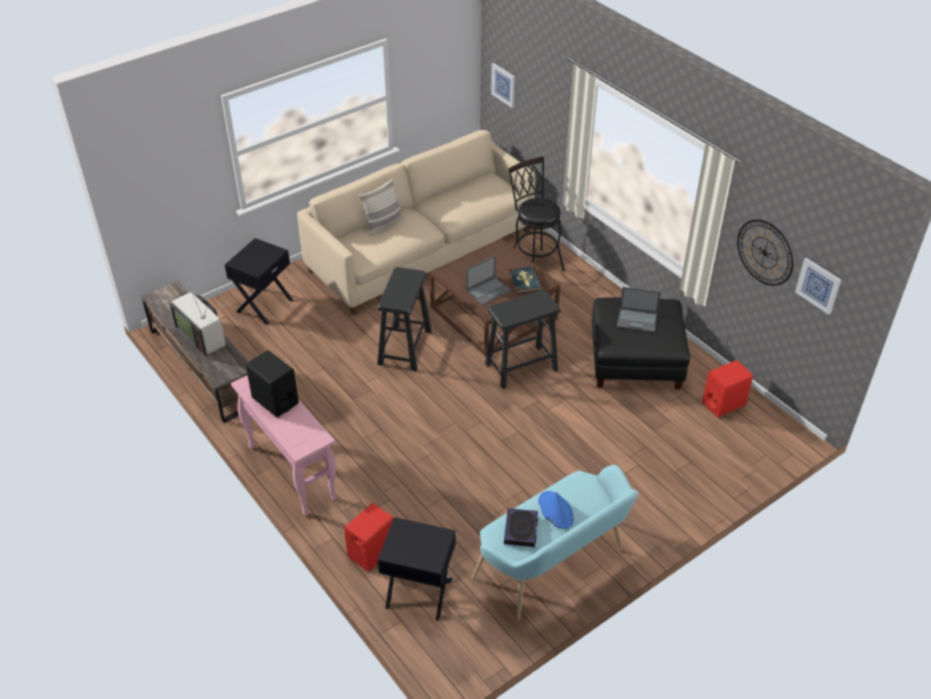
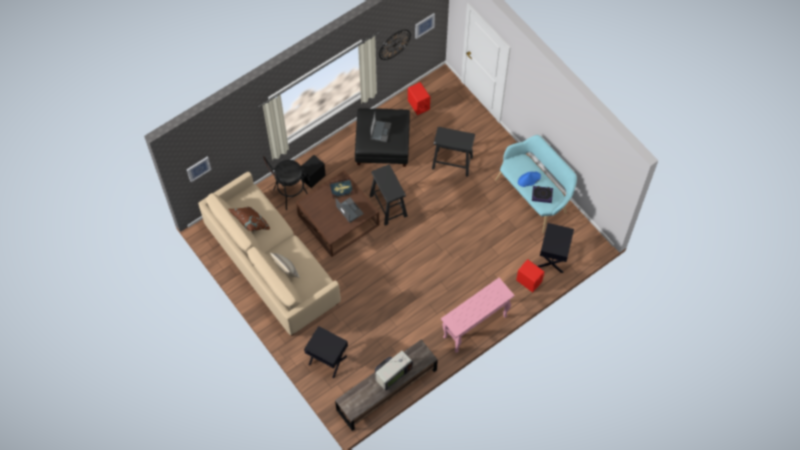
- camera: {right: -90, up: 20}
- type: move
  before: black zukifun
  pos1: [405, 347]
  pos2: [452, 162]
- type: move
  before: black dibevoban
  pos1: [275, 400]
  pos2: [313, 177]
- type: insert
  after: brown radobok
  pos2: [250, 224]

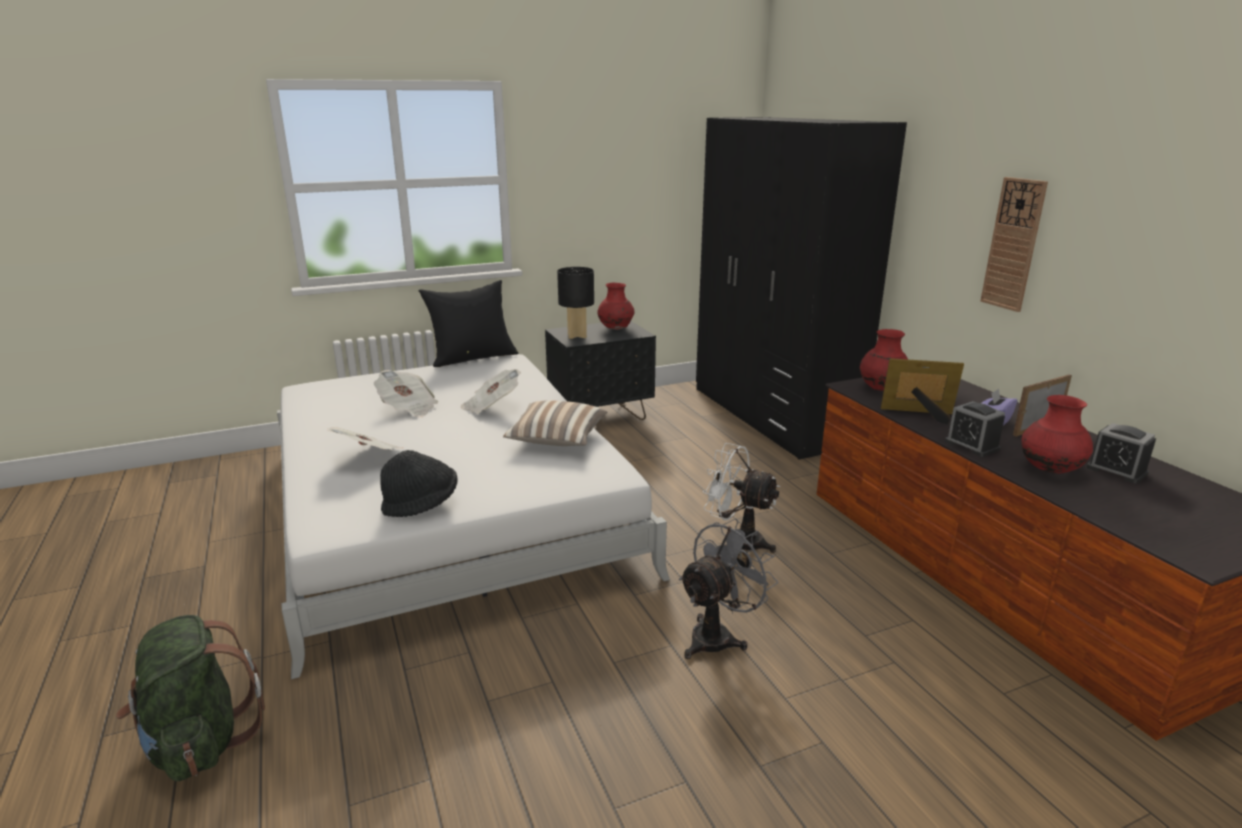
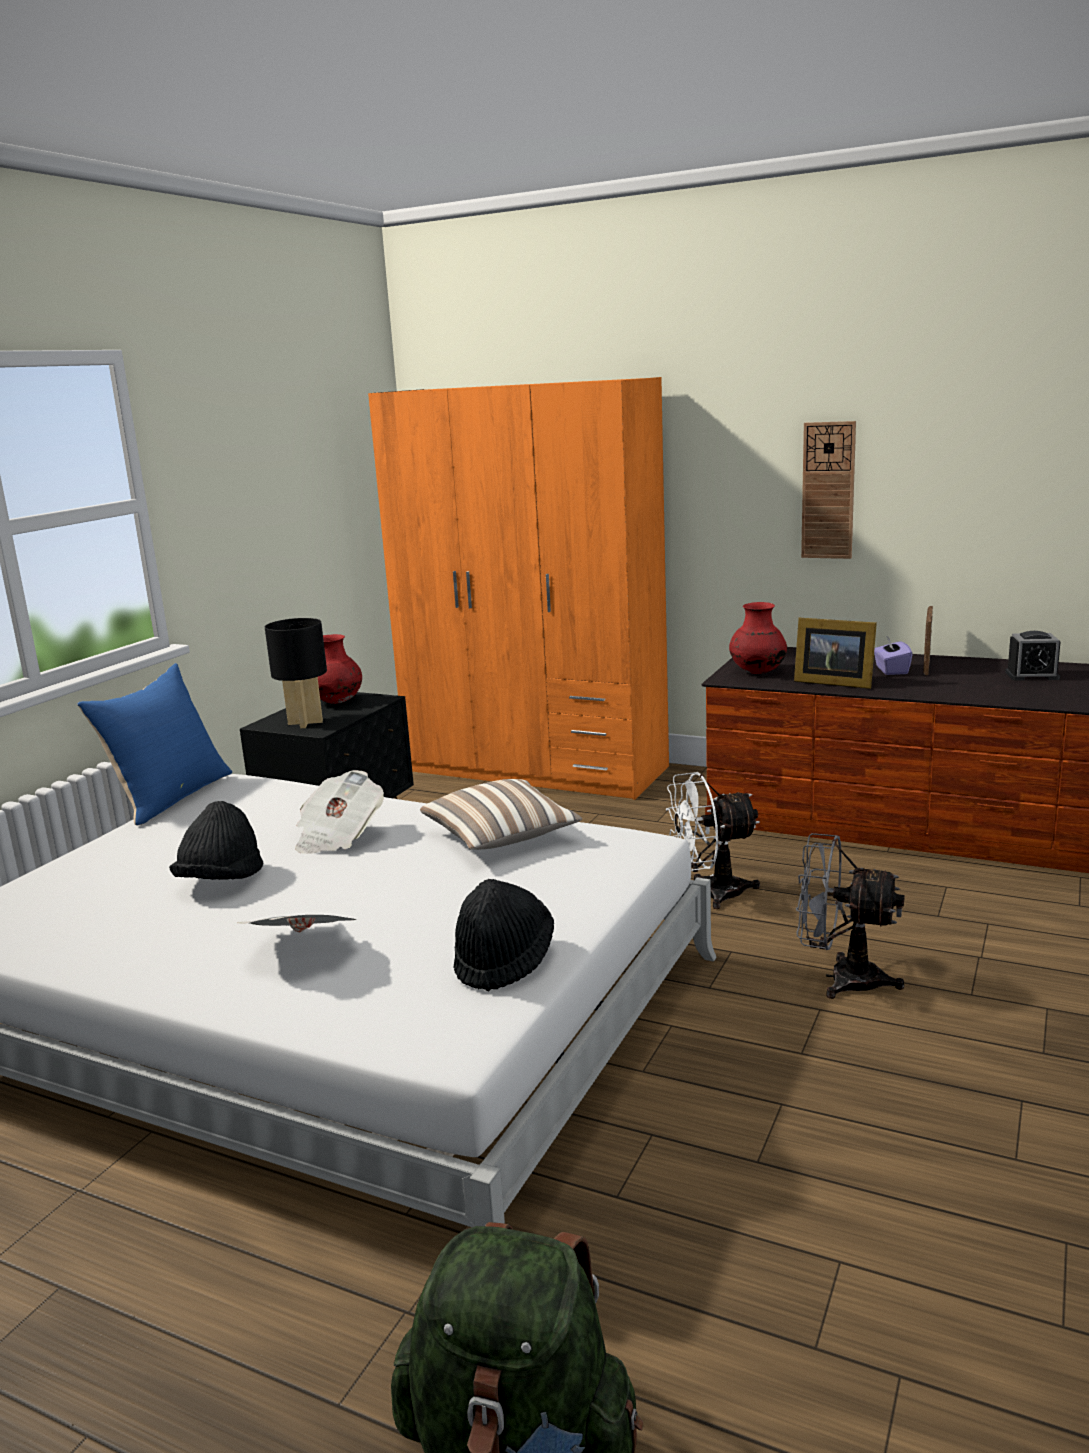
- camera: {right: -40, up: -5}
- type: recolor
  before: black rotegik
  after: orange rotegik
  pos1: [771, 416]
  pos2: [536, 769]
- type: recolor
  before: black radobok
  after: blue radobok
  pos1: [473, 357]
  pos2: [170, 797]
- type: rotate
  before: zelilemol
  pos1: [919, 414]
  pos2: [832, 682]
  turn: -120
- type: replace
  before: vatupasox
  after: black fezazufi
  pos1: [408, 408]
  pos2: [221, 881]
- type: delete
  before: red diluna
  pos1: [1050, 470]
- type: delete
  before: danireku
  pos1: [972, 445]
- type: rotate
  before: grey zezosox
  pos1: [718, 636]
  pos2: [841, 979]
  turn: -75

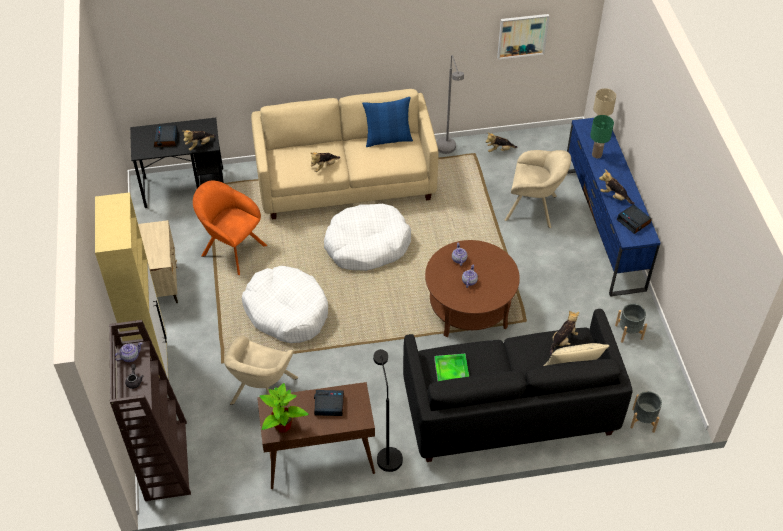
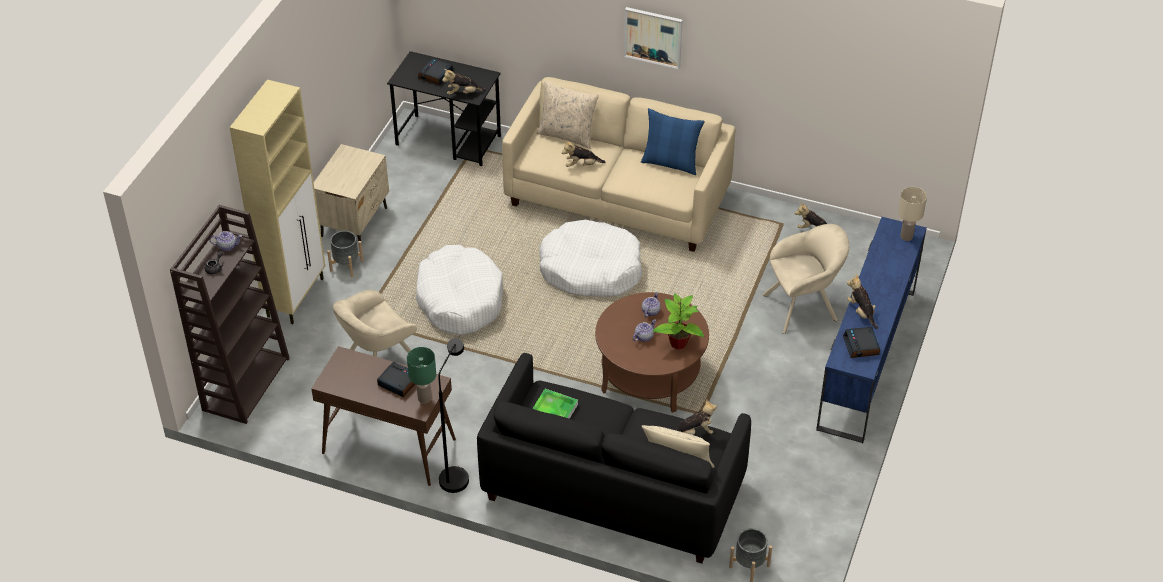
- camera: {right: 30, up: -5}
- type: move
  before: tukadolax
  pos1: [522, 35]
  pos2: [653, 37]
- type: delete
  before: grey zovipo
  pos1: [447, 150]
- type: move
  before: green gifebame
  pos1: [597, 154]
  pos2: [425, 398]
- type: rotate
  before: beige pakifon
  pos1: [534, 208]
  pos2: [804, 306]
  turn: -60
- type: delete
  before: orange pakifon
  pos1: [231, 249]
- type: move
  before: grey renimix
  pos1: [629, 332]
  pos2: [346, 266]
- type: move
  before: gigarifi
  pos1: [283, 426]
  pos2: [678, 343]
- type: insert
  after: beige radobok
  pos2: [567, 135]

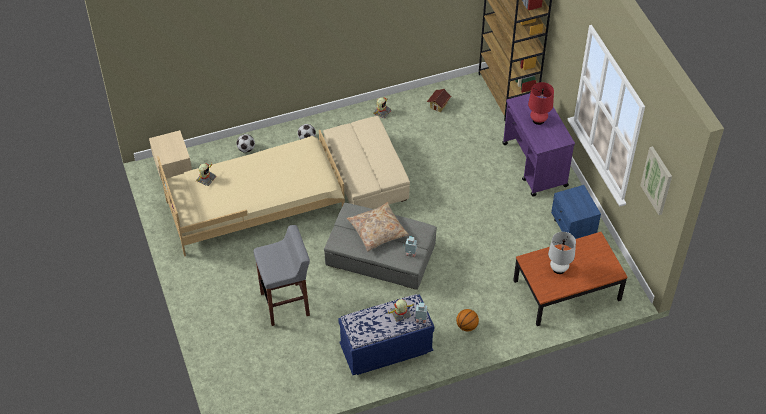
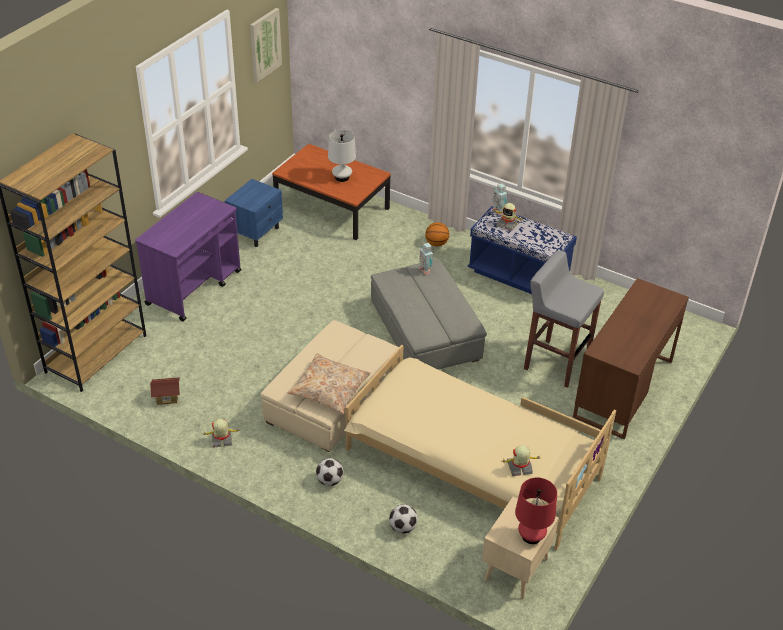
- camera: {right: -130, up: -10}
- type: move
  before: red gifebame
  pos1: [538, 120]
  pos2: [531, 536]
- type: move
  before: beige radobok
  pos1: [377, 231]
  pos2: [329, 390]
- type: insert
  after: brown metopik
  pos2: [623, 388]

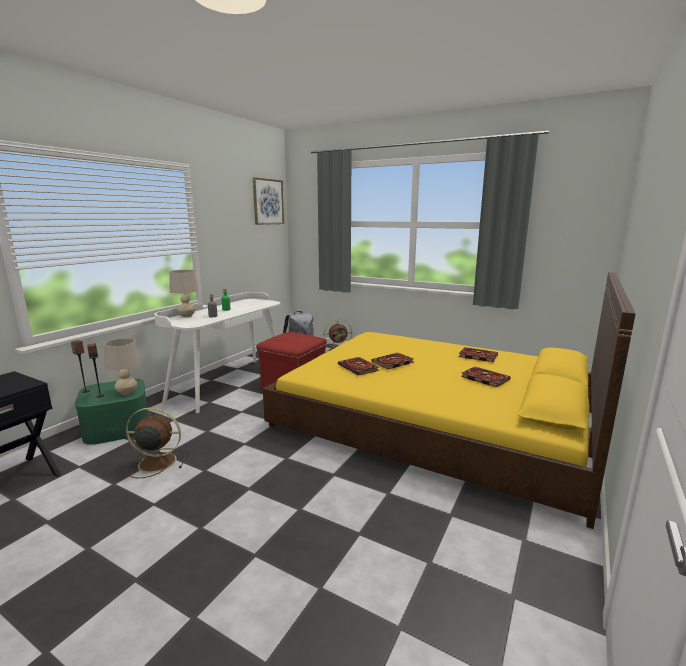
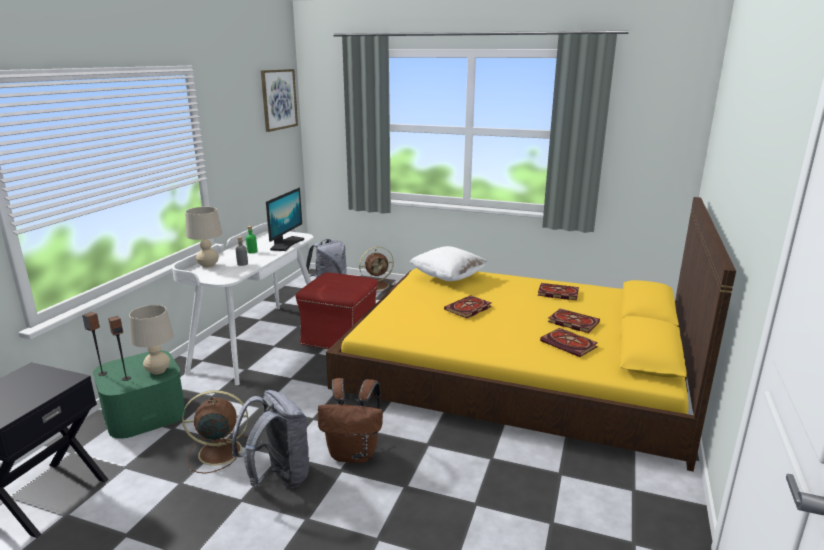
- camera: {right: -10, up: 5}
- type: move
  before: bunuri
  pos1: [359, 368]
  pos2: [570, 344]
- type: insert
  after: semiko
  pos2: [286, 244]
- type: insert
  after: white radobok
  pos2: [448, 277]
- type: insert
  after: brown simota
  pos2: [354, 453]
- type: insert
  after: grey simota
  pos2: [278, 477]

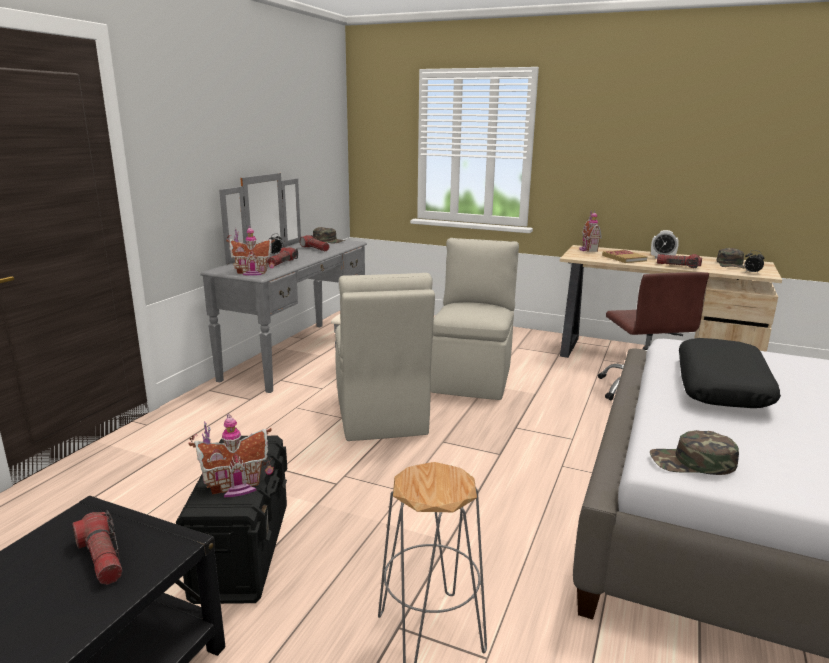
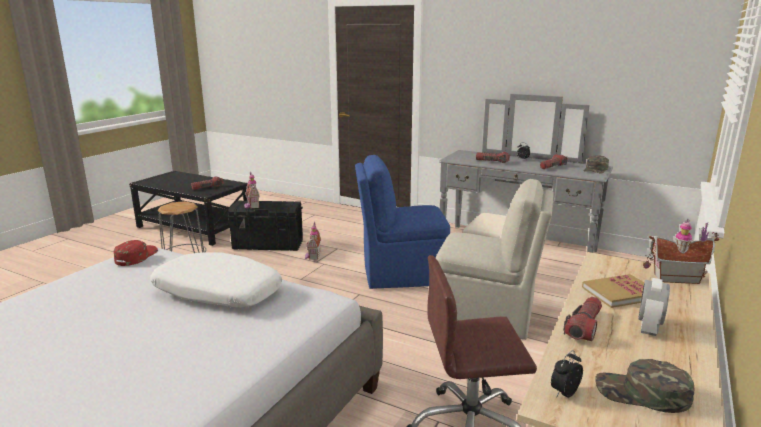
- camera: {right: 95, up: 0}
- type: move
  before: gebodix
  pos1: [252, 273]
  pos2: [312, 256]
- type: recolor
  before: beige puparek
  after: blue puparek
  pos1: [380, 416]
  pos2: [402, 274]
- type: recolor
  before: black radobok
  after: white radobok
  pos1: [722, 386]
  pos2: [217, 293]
- type: recolor
  before: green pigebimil
  after: red pigebimil
  pos1: [692, 462]
  pos2: [136, 256]

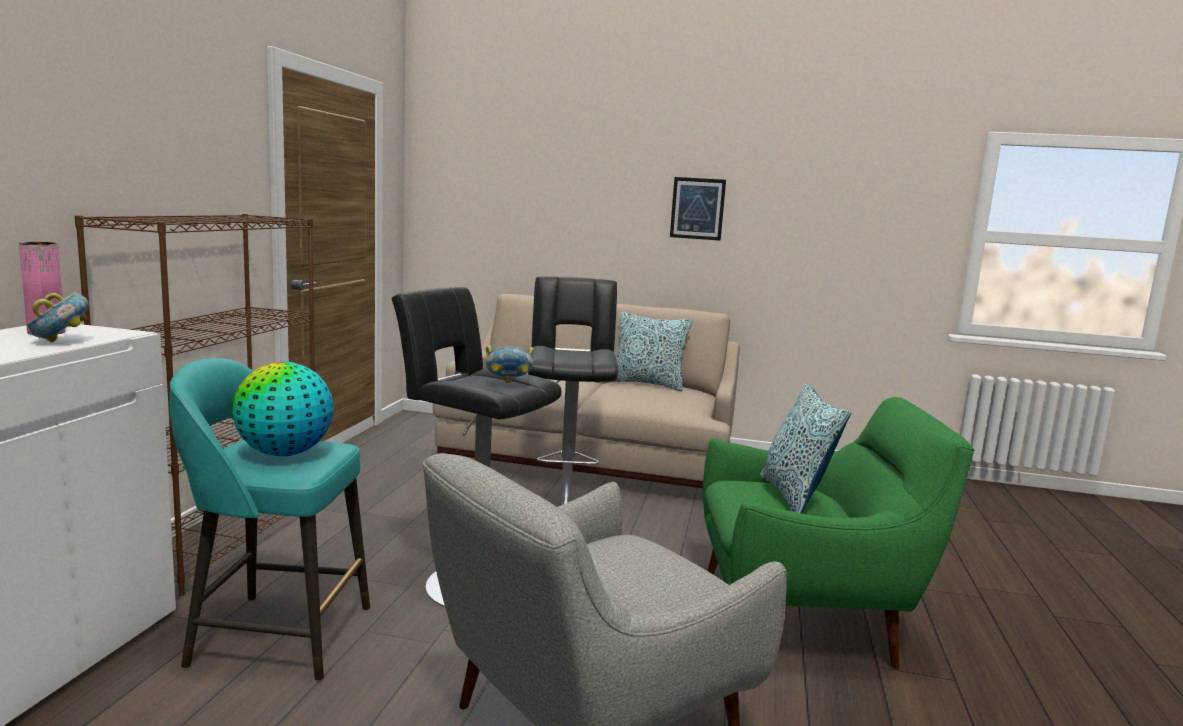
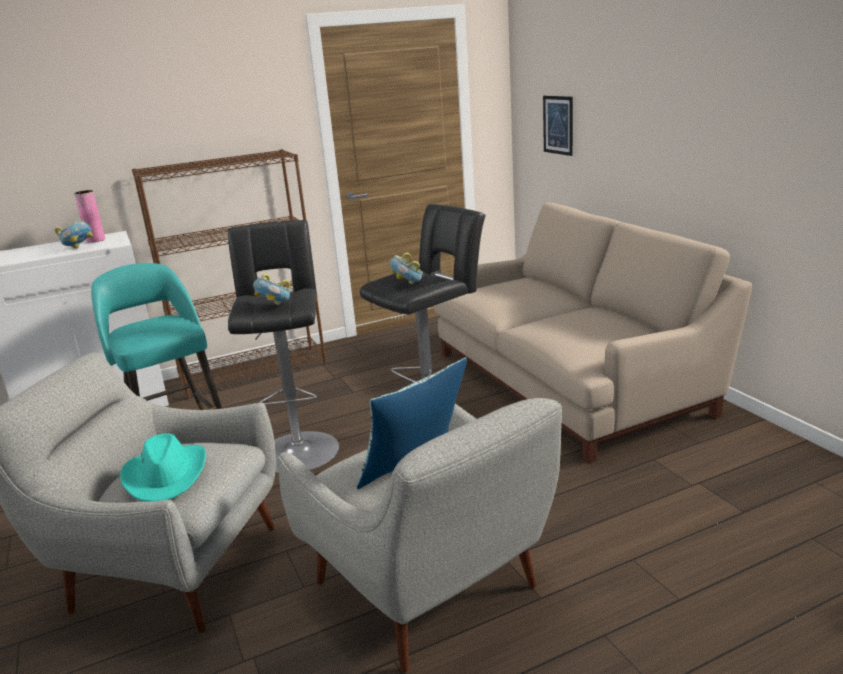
- camera: {right: 55, up: 10}
- type: move
  before: tukadolax
  pos1: [697, 208]
  pos2: [558, 125]
- type: delete
  before: radobok
  pos1: [647, 384]
- type: delete
  before: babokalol
  pos1: [284, 454]
- type: recolor
  before: green pakifon
  after: grey pakifon
  pos1: [805, 618]
  pos2: [431, 590]
- type: insert
  after: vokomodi
  pos2: [408, 285]
- type: insert
  after: turquoise fezazufi
  pos2: [166, 475]

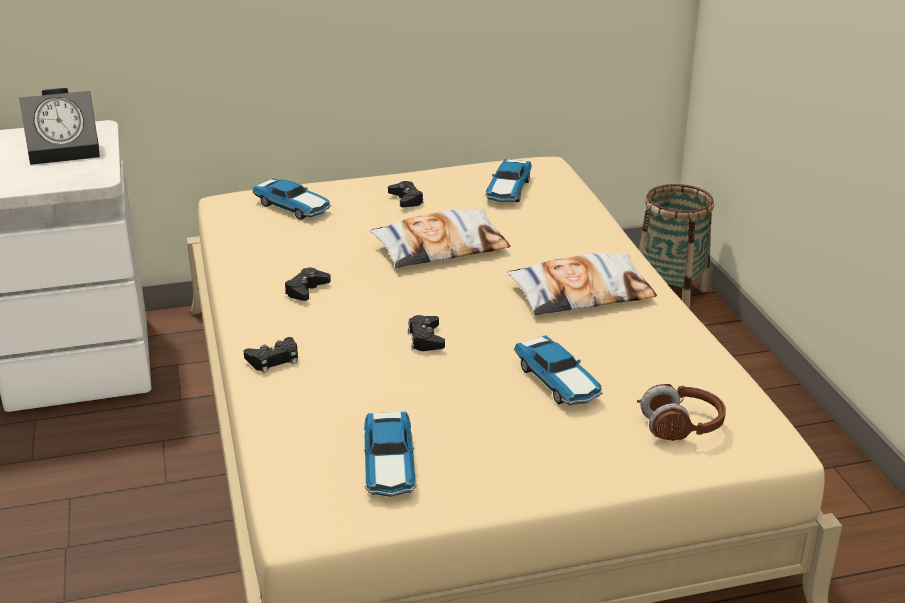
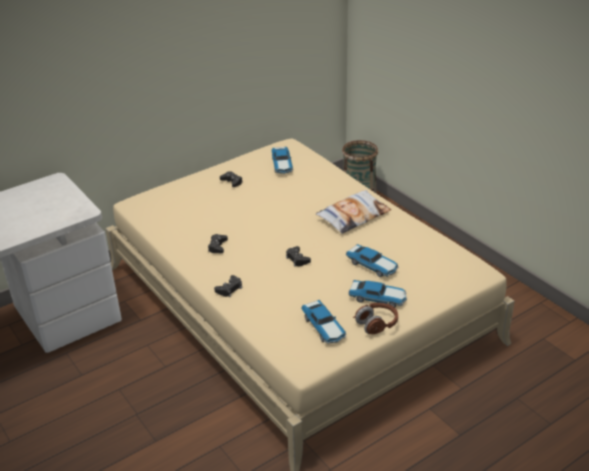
- camera: {right: -20, up: 5}
- type: delete
  before: danireku
  pos1: [67, 150]
- type: move
  before: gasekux
  pos1: [293, 207]
  pos2: [378, 298]
- type: delete
  before: radobok
  pos1: [440, 248]
- type: move
  before: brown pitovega
  pos1: [681, 427]
  pos2: [376, 324]

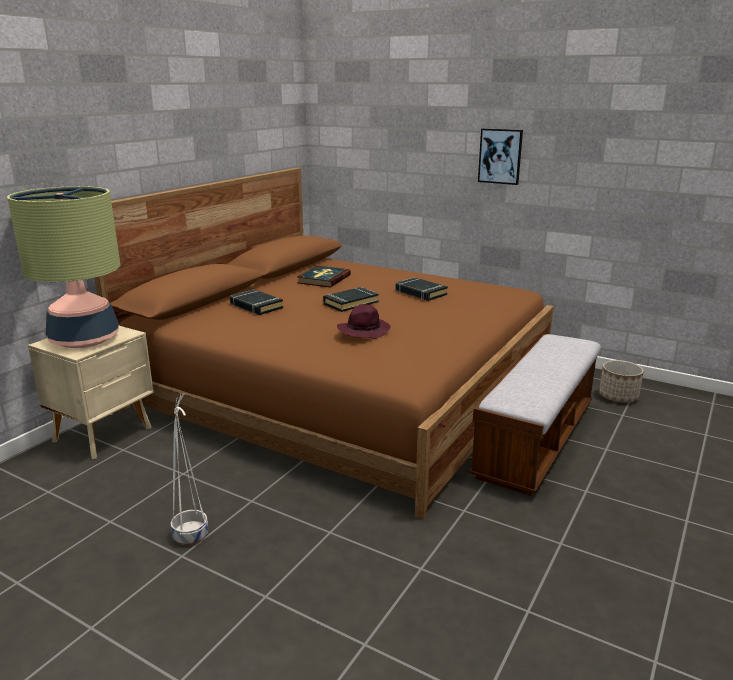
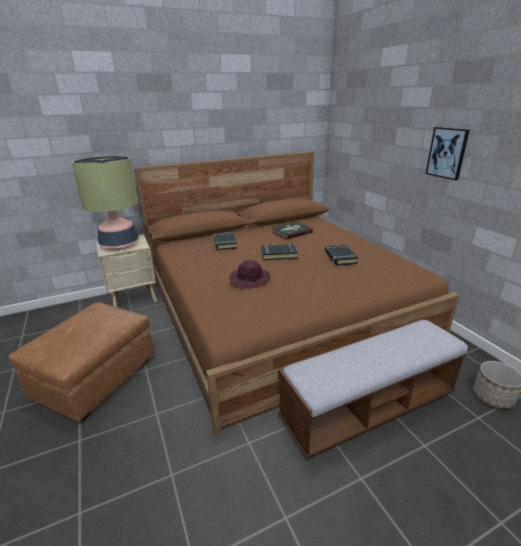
- camera: {right: 35, up: 5}
- type: replace
  before: white renimix
  after: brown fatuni
  pos1: [191, 536]
  pos2: [96, 379]

